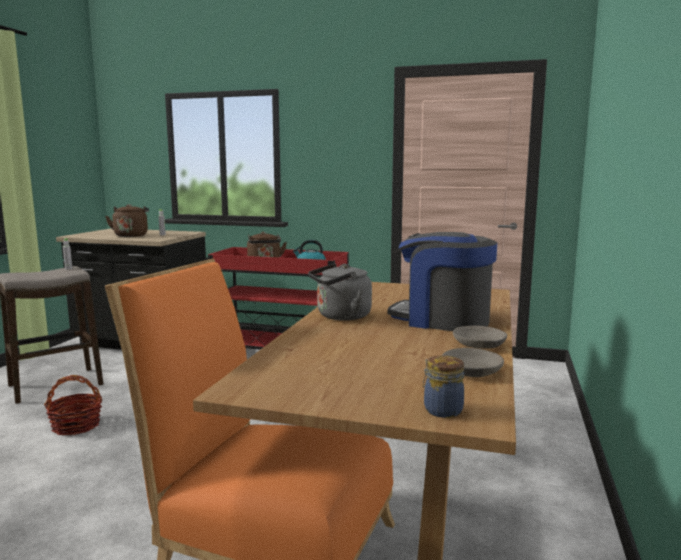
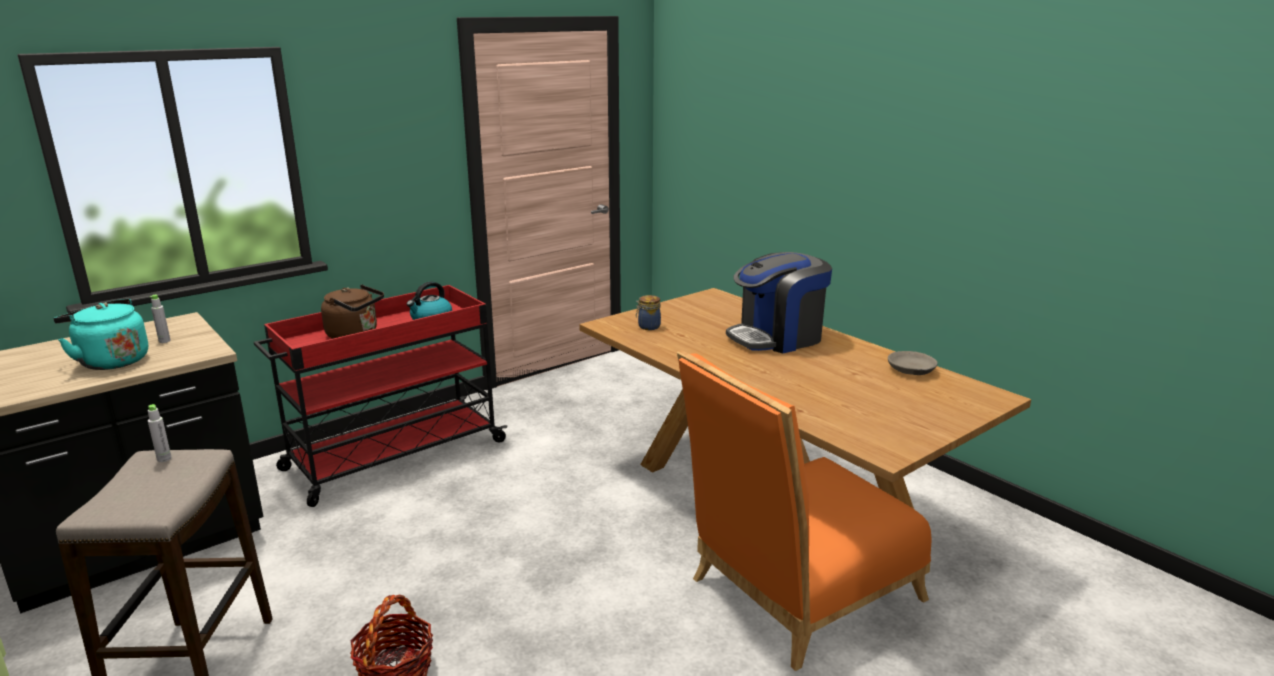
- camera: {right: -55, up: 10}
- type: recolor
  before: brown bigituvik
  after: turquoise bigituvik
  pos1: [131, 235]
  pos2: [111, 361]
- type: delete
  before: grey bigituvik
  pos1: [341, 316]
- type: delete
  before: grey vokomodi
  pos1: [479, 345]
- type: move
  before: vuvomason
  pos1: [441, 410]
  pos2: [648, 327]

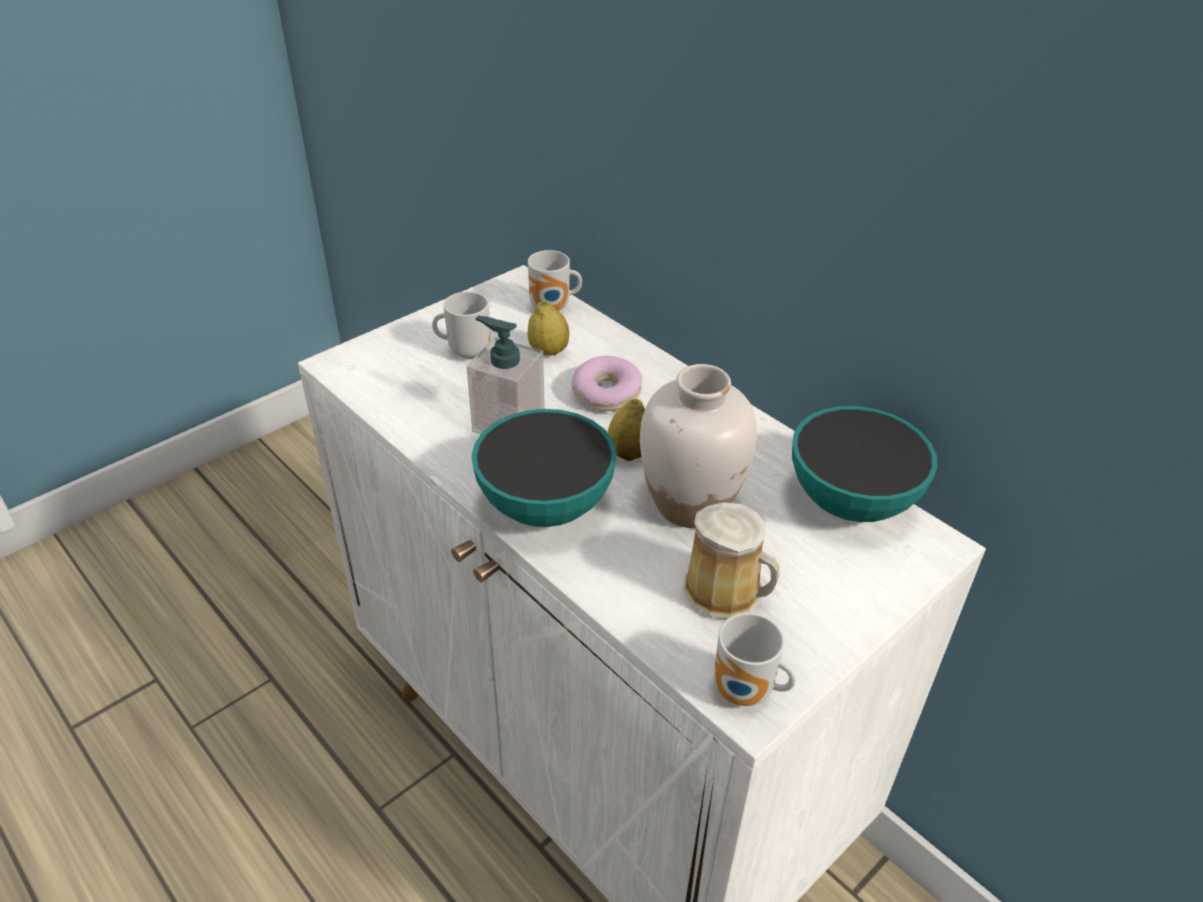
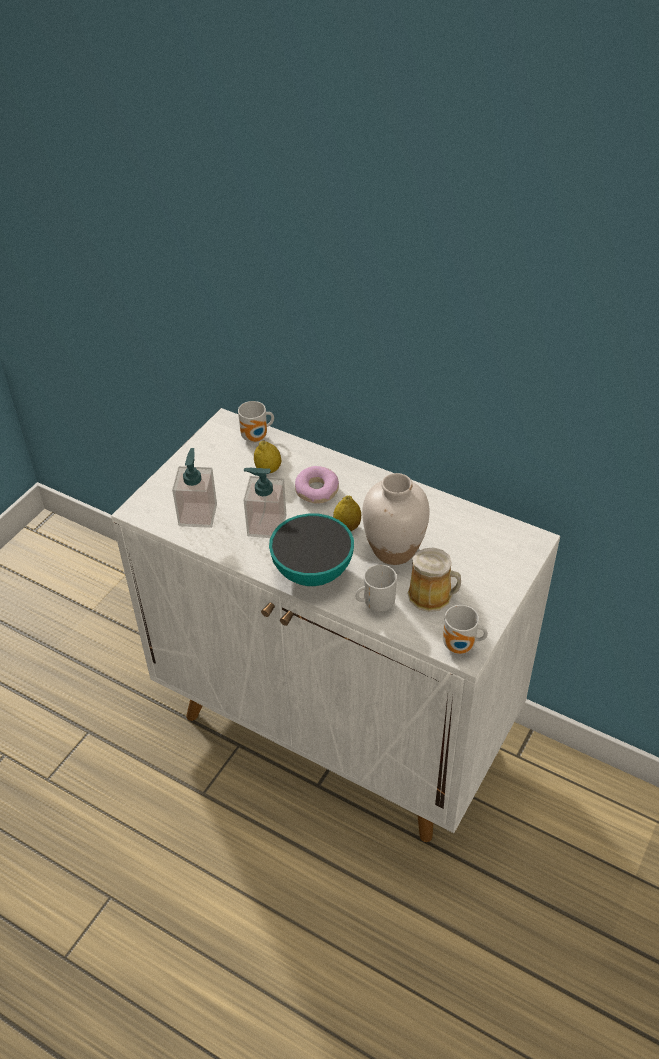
- camera: {right: -15, up: 5}
- type: move
  before: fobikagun
  pos1: [466, 351]
  pos2: [376, 604]
- type: delete
  before: vokomodi
  pos1: [851, 501]
- type: insert
  after: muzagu
  pos2: [198, 515]

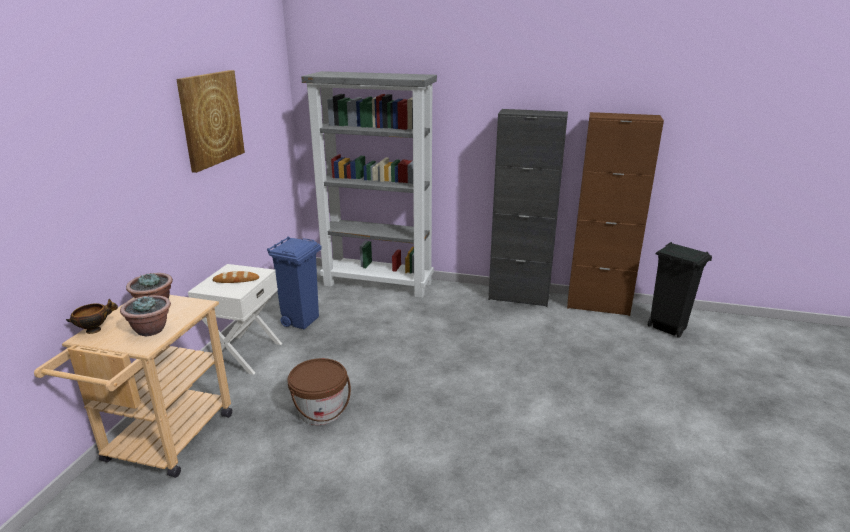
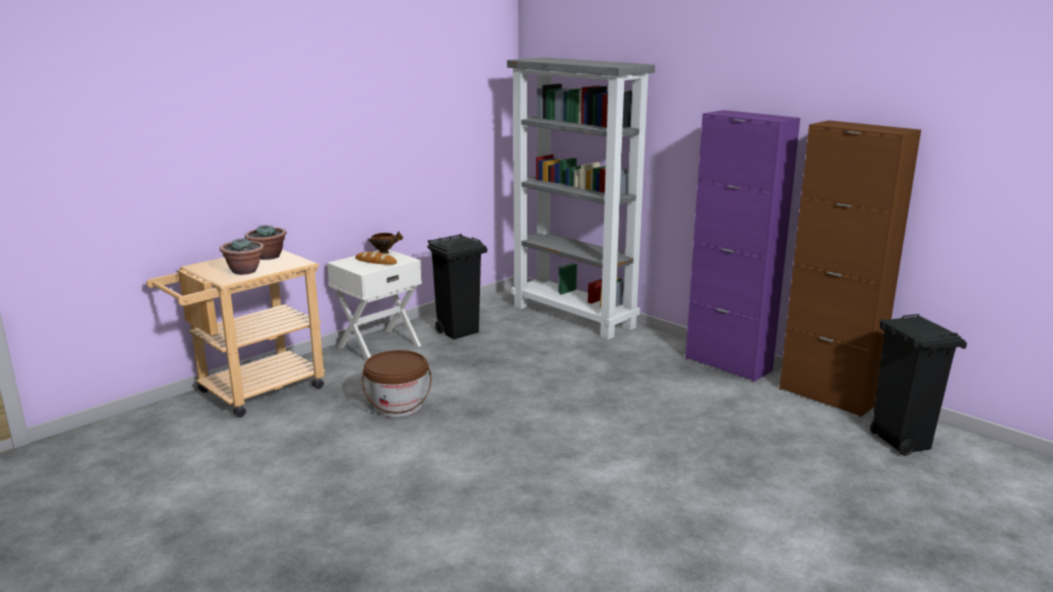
- camera: {right: 30, up: -5}
- type: delete
  before: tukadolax
  pos1: [211, 119]
- type: recolor
  before: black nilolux
  after: purple nilolux
  pos1: [518, 297]
  pos2: [728, 364]
- type: recolor
  before: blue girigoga
  after: black girigoga
  pos1: [301, 321]
  pos2: [459, 332]
- type: move
  before: vokomodi
  pos1: [95, 329]
  pos2: [385, 252]

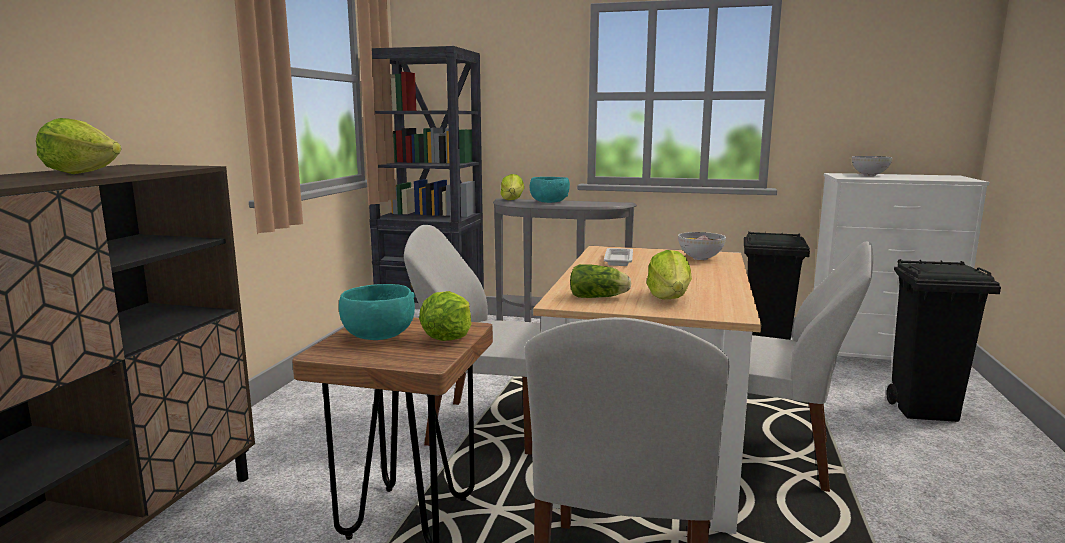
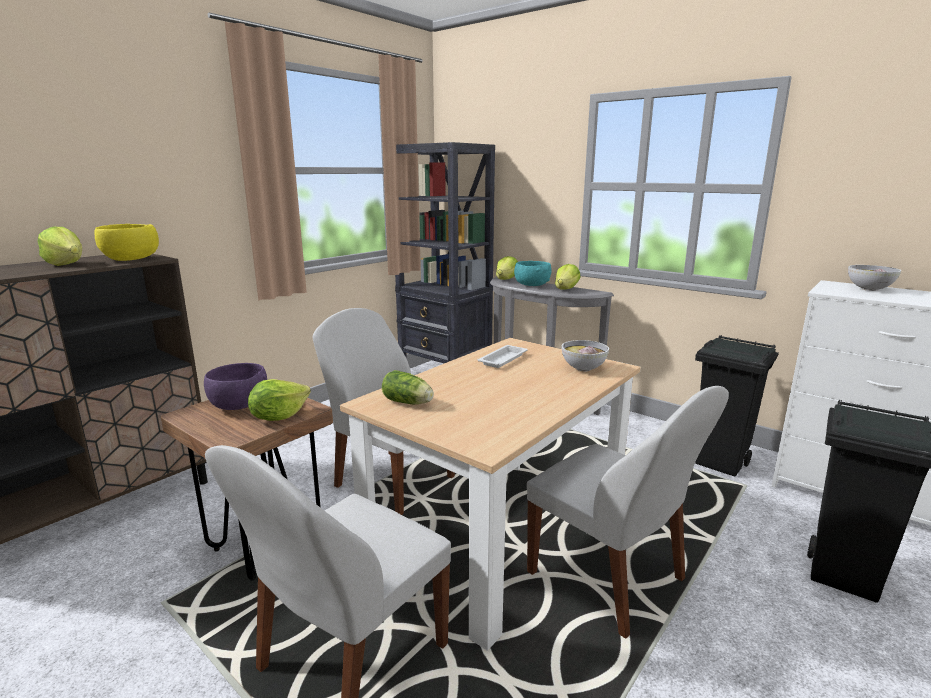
- camera: {right: 25, up: 5}
- type: move
  before: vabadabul
  pos1: [669, 297]
  pos2: [566, 289]
- type: recolor
  before: turquoise vokomodi
  after: purple vokomodi
  pos1: [379, 336]
  pos2: [239, 406]
- type: insert
  after: yellow vokomodi
  pos2: [132, 259]

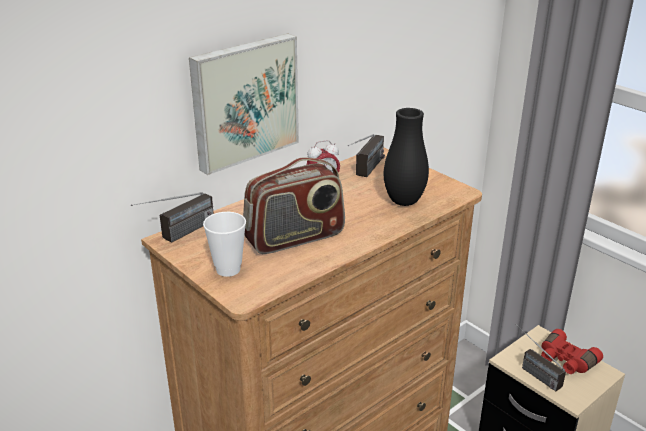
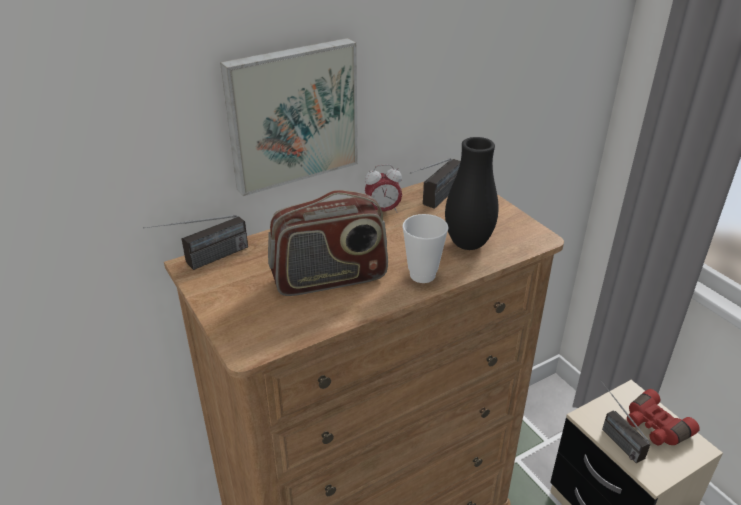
- camera: {right: 10, up: 5}
- type: move
  before: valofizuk
  pos1: [228, 269]
  pos2: [422, 275]

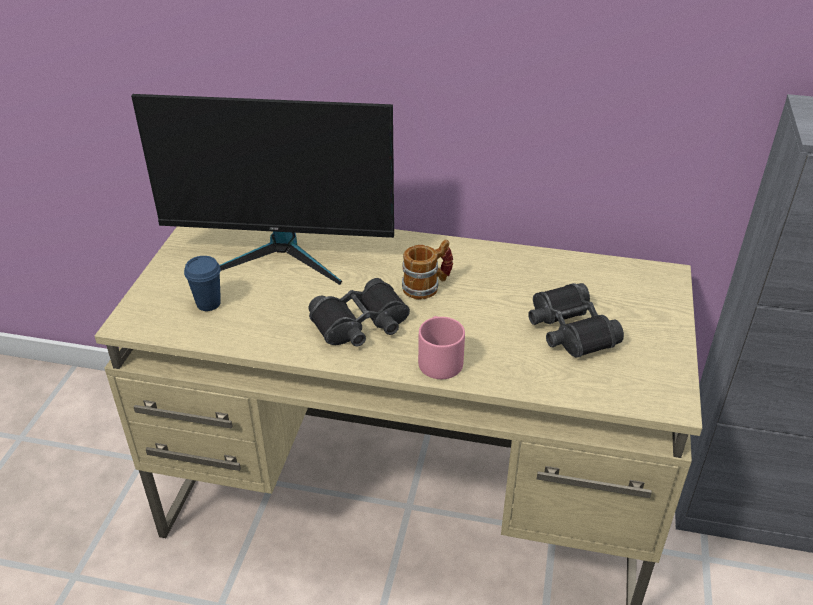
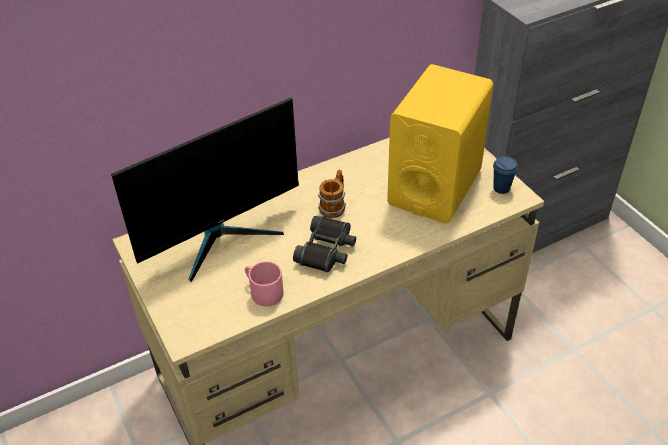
- camera: {right: -40, up: 5}
- type: move
  before: blue valofizuk
  pos1: [208, 303]
  pos2: [501, 188]
- type: replace
  before: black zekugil
  after: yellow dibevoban
  pos1: [569, 330]
  pos2: [435, 187]
- type: move
  before: pink fobikagun
  pos1: [438, 358]
  pos2: [262, 291]

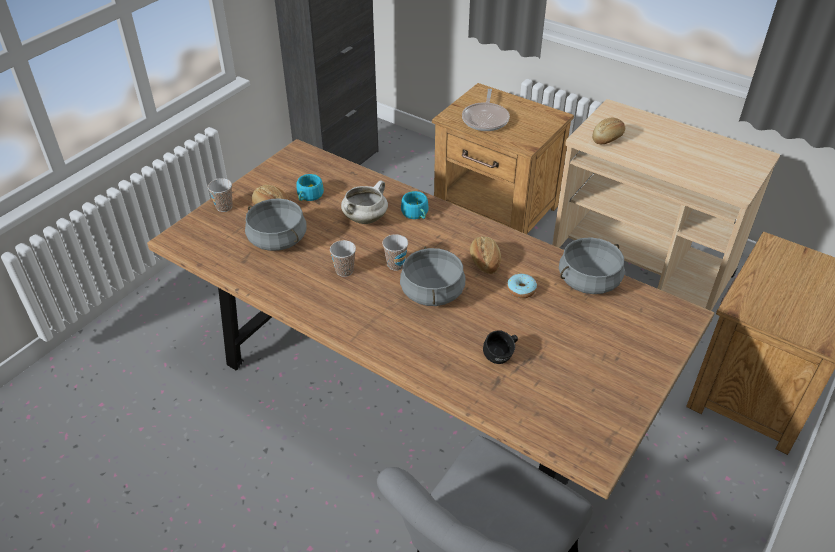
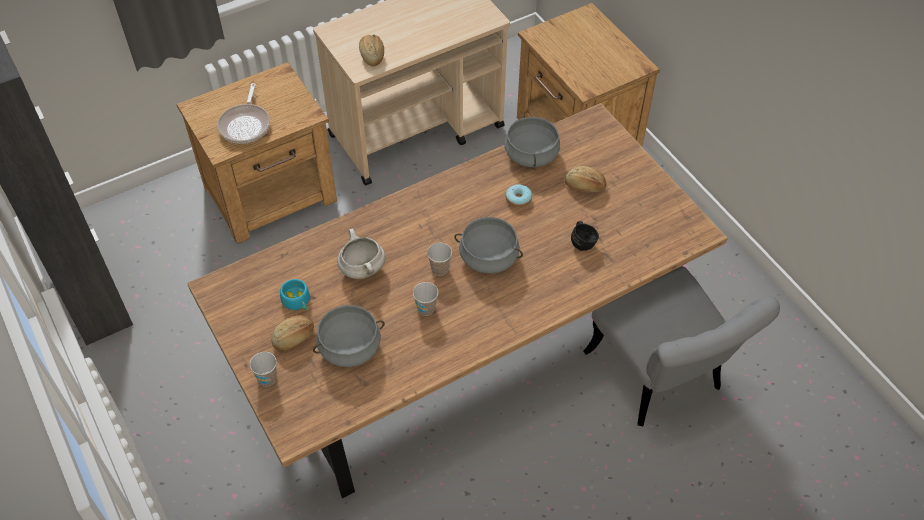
- camera: {right: -65, up: 10}
- type: rotate
  before: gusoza
  pos1: [485, 119]
  pos2: [246, 125]
  turn: 60
- type: delete
  before: turquoise valofizuk
  pos1: [416, 214]
- type: move
  before: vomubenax
  pos1: [484, 261]
  pos2: [584, 186]

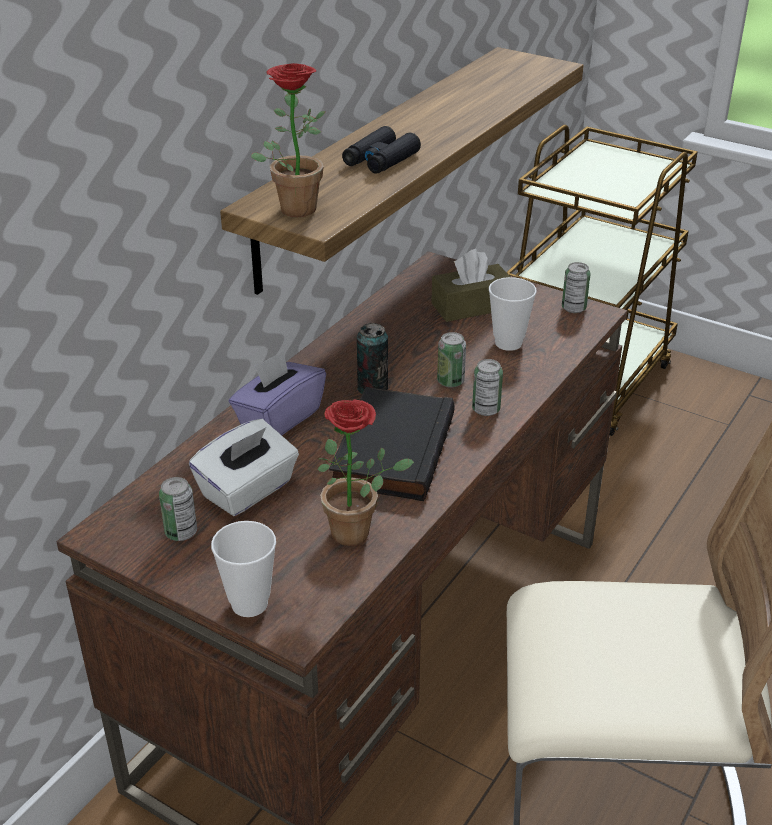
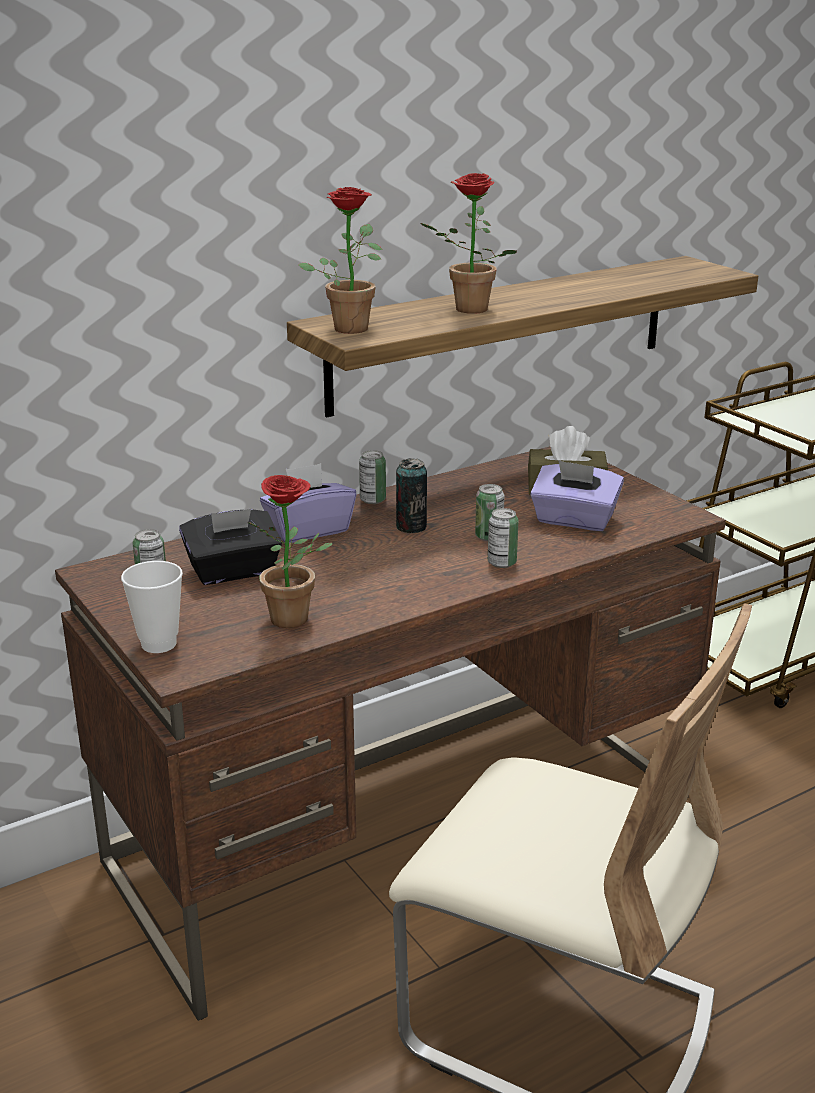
- camera: {right: 25, up: -10}
- type: replace
  before: black zekugil
  after: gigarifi
  pos1: [380, 160]
  pos2: [465, 310]
- type: move
  before: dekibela
  pos1: [573, 308]
  pos2: [373, 500]
- type: replace
  before: valofizuk
  after: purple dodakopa
  pos1: [508, 343]
  pos2: [574, 520]
- type: delete
  before: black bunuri
  pos1: [390, 449]
- type: recolor
  before: white dodakopa
  after: black dodakopa
  pos1: [248, 490]
  pos2: [233, 571]

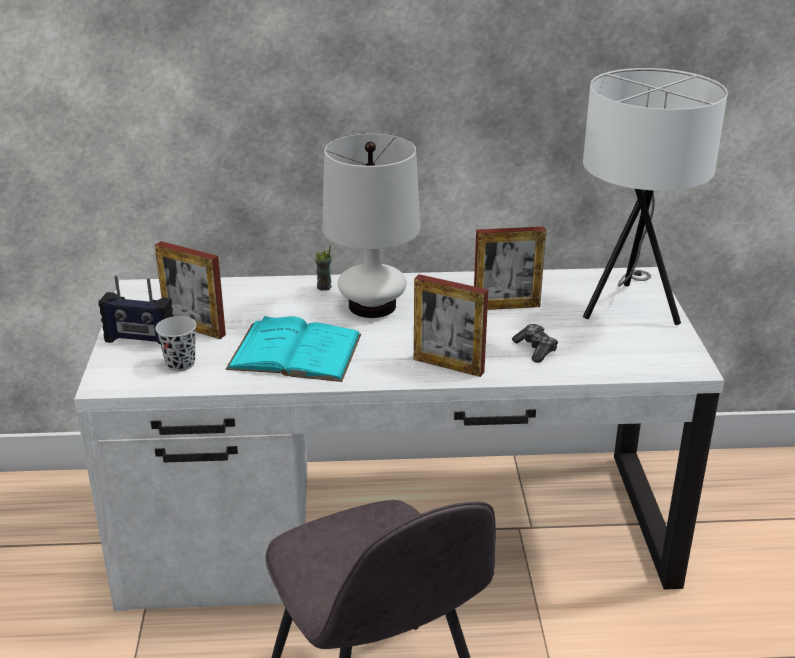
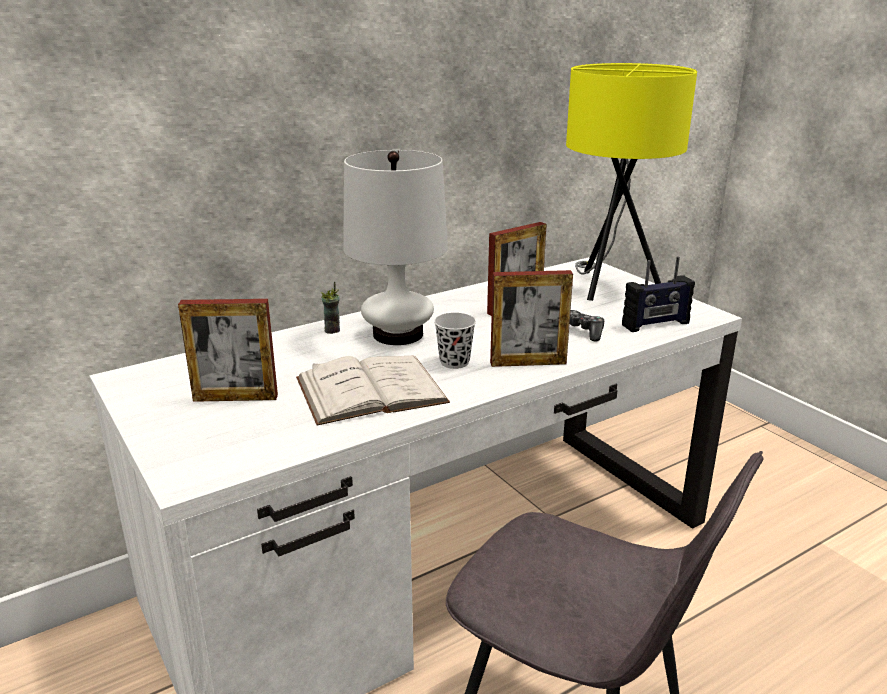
- camera: {right: -30, up: -5}
- type: recolor
  before: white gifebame
  after: yellow gifebame
  pos1: [630, 308]
  pos2: [609, 287]
- type: move
  before: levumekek
  pos1: [140, 341]
  pos2: [656, 324]
- type: move
  before: black valofizuk
  pos1: [180, 364]
  pos2: [454, 362]
- type: recolor
  before: turquoise bunuri
  after: white bunuri
  pos1: [295, 352]
  pos2: [370, 390]

